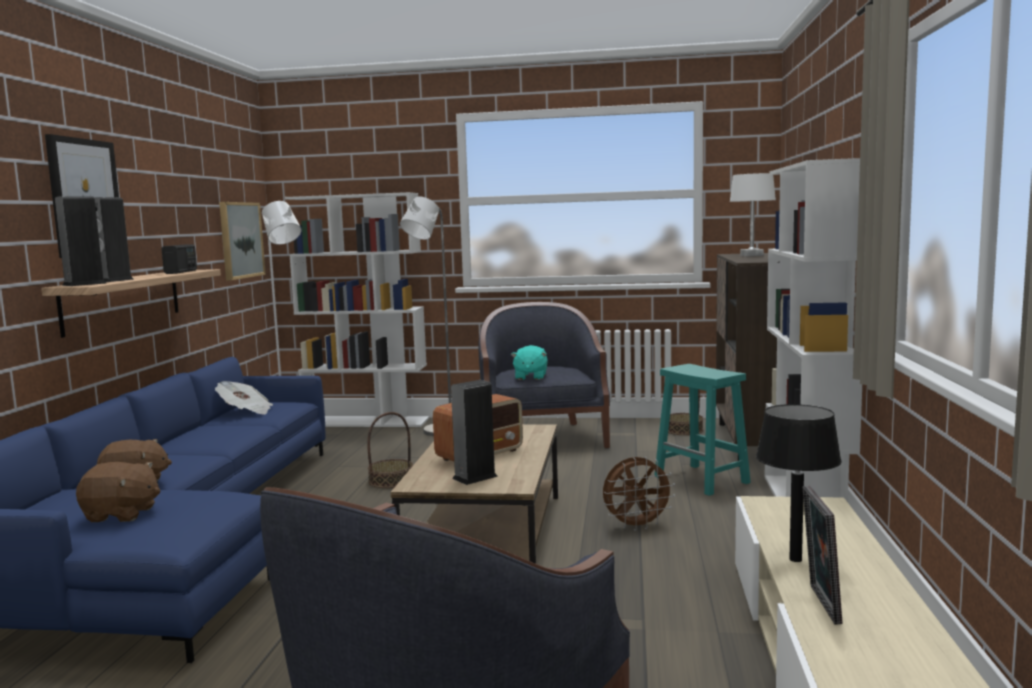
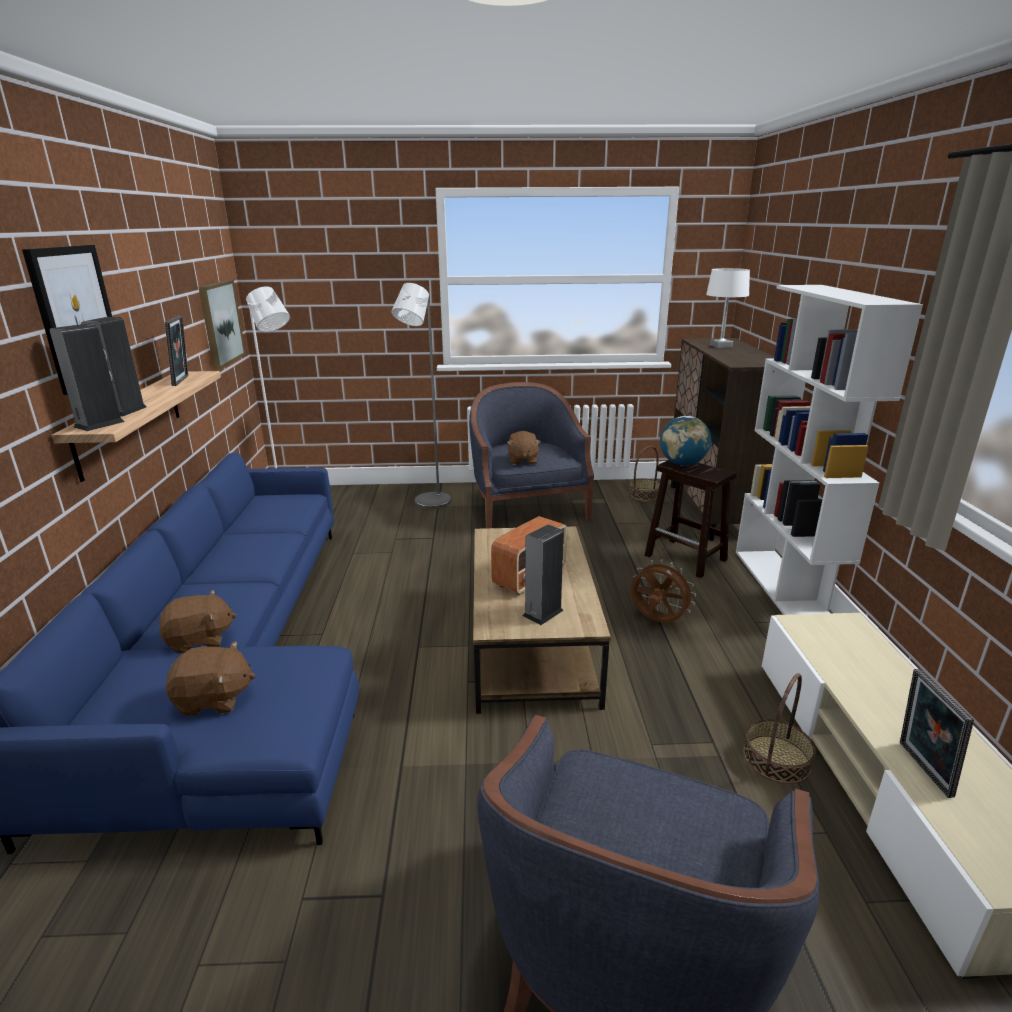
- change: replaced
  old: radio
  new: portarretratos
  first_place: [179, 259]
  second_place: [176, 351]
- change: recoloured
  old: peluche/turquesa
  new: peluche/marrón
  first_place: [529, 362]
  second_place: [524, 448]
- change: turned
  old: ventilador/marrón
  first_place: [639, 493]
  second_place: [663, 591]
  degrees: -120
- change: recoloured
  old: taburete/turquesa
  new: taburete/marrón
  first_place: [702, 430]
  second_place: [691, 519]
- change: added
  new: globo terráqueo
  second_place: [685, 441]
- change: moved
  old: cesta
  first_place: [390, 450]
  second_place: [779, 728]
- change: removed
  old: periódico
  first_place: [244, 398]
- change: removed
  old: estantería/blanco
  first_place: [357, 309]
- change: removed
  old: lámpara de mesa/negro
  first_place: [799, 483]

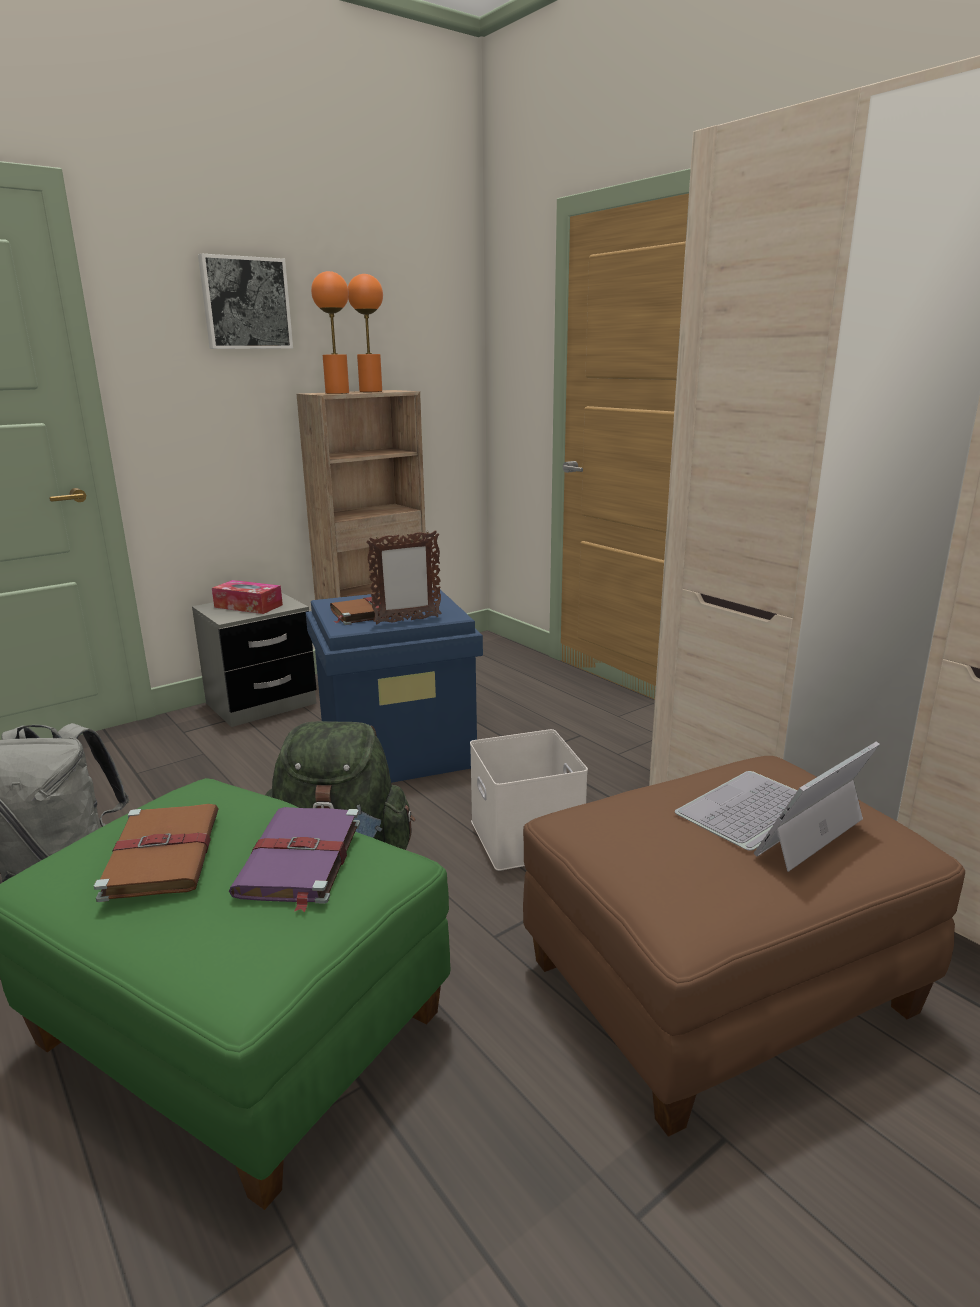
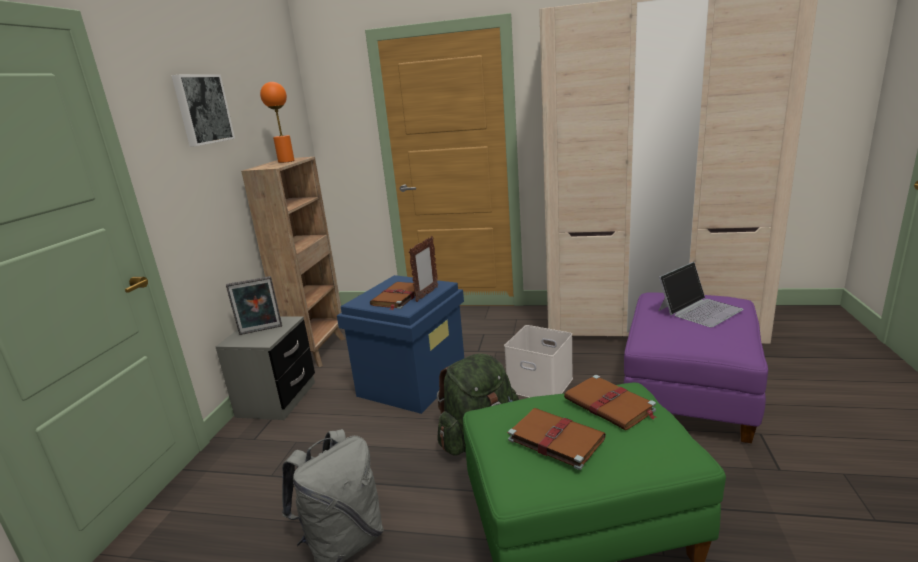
- change: replaced
  old: caja de pañuelos
  new: portarretratos
  first_place: [247, 597]
  second_place: [254, 305]
- change: recoloured
  old: libro/morado
  new: libro/marrón
  first_place: [294, 859]
  second_place: [610, 402]
- change: recoloured
  old: puf/marrón
  new: puf/morado
  first_place: [744, 946]
  second_place: [696, 367]
- change: turned
  old: portátil
  first_place: [777, 806]
  second_place: [700, 294]
  degrees: -135
- change: removed
  old: lámpara de mesa/naranja
  first_place: [330, 332]

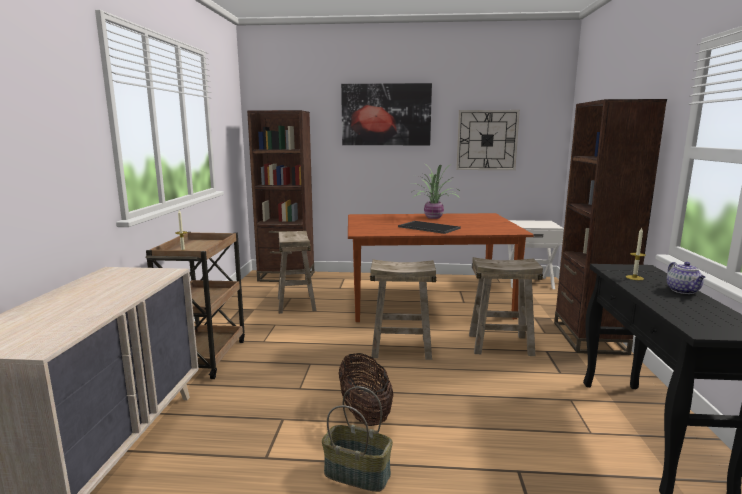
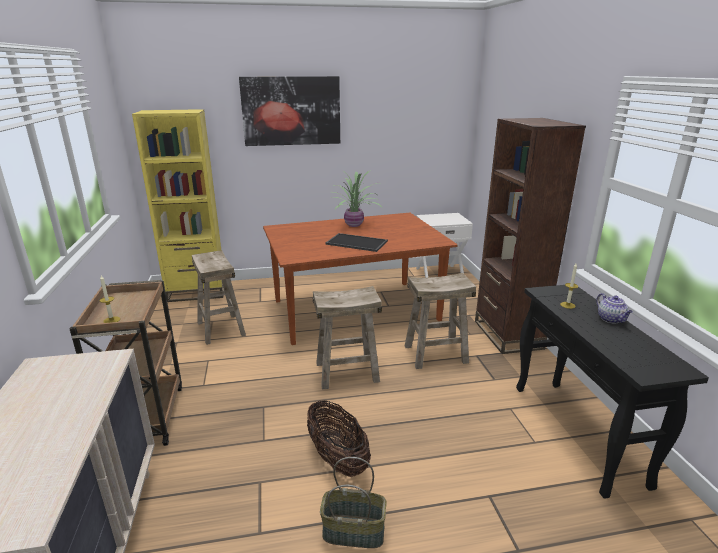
- change: recoloured
  old: estantería/marrón
  new: estantería/amarillo
  first_place: [280, 196]
  second_place: [178, 205]
- change: removed
  old: reloj de pared
  first_place: [488, 140]

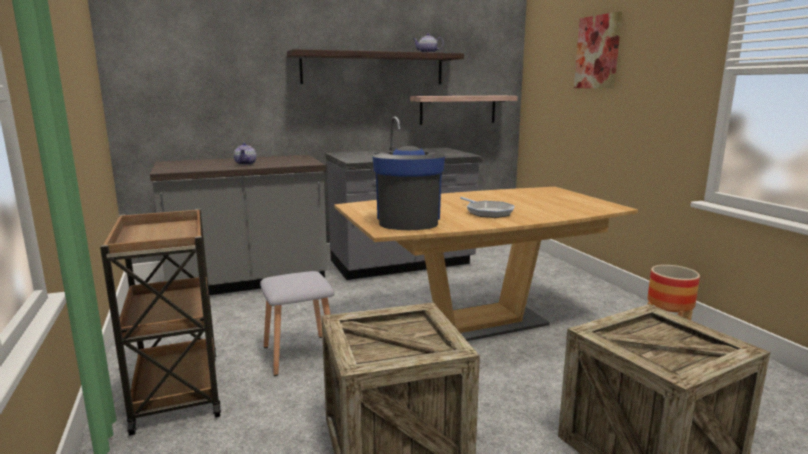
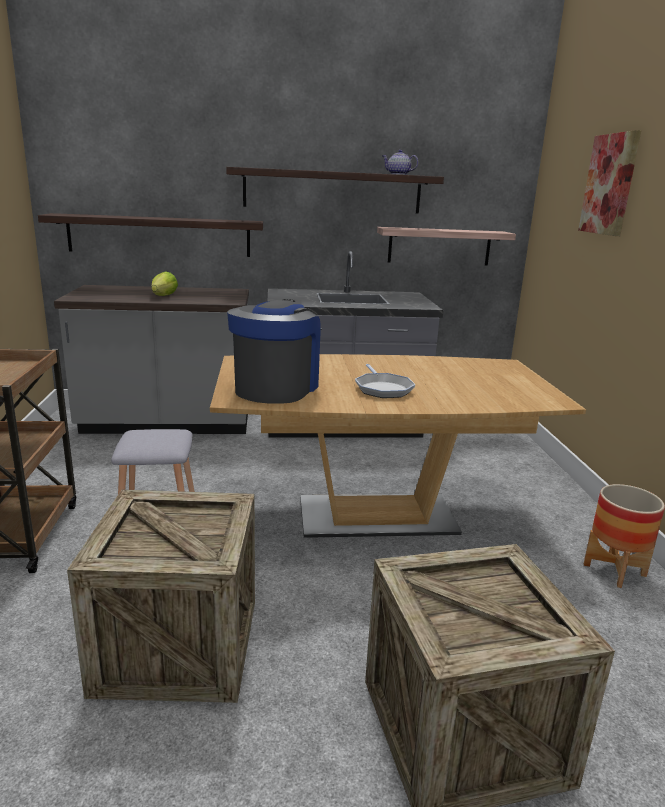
- change: added
  new: estante
  second_place: [150, 235]
- change: replaced
  old: tetera
  new: lechuga
  first_place: [245, 154]
  second_place: [164, 284]

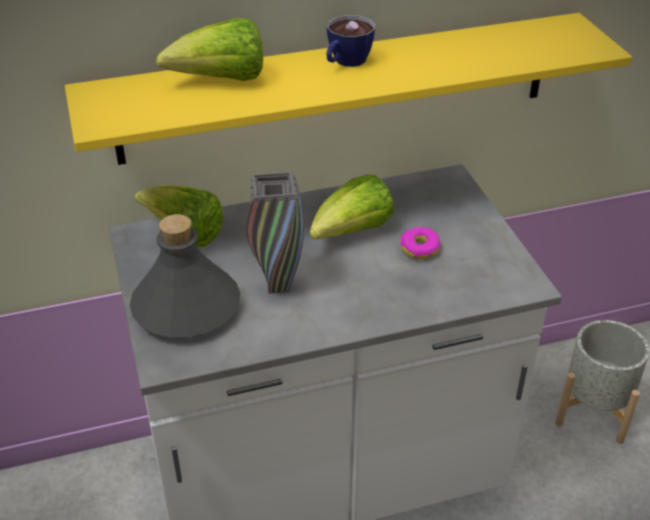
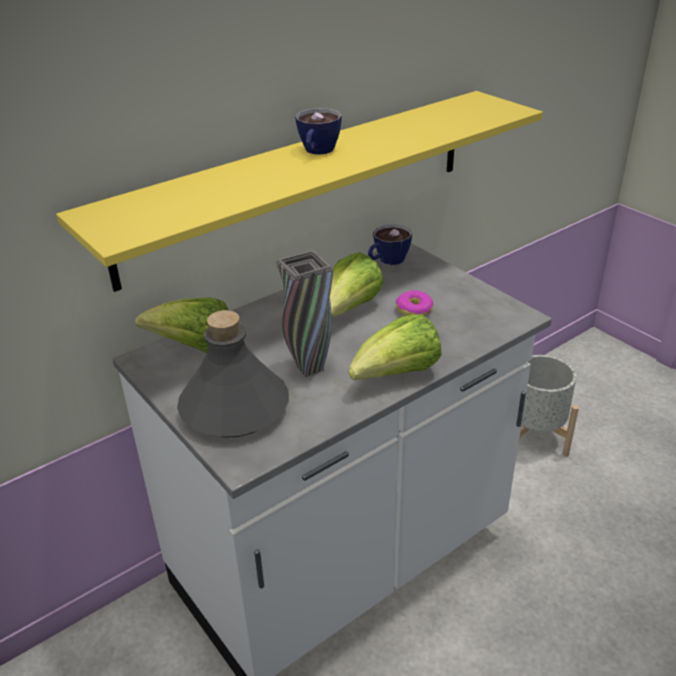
- change: moved
  old: lechuga
  first_place: [209, 49]
  second_place: [395, 347]
- change: added
  new: taza
  second_place: [390, 244]

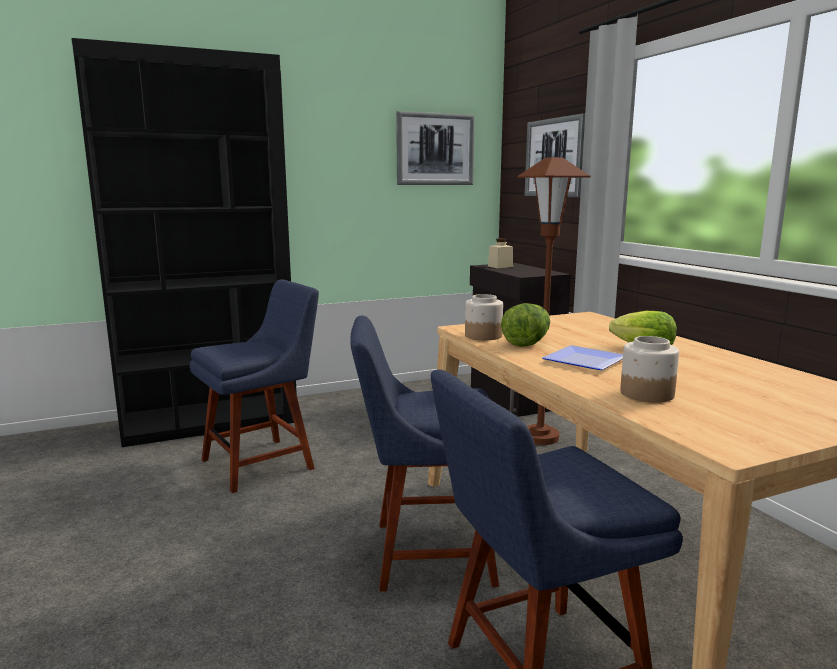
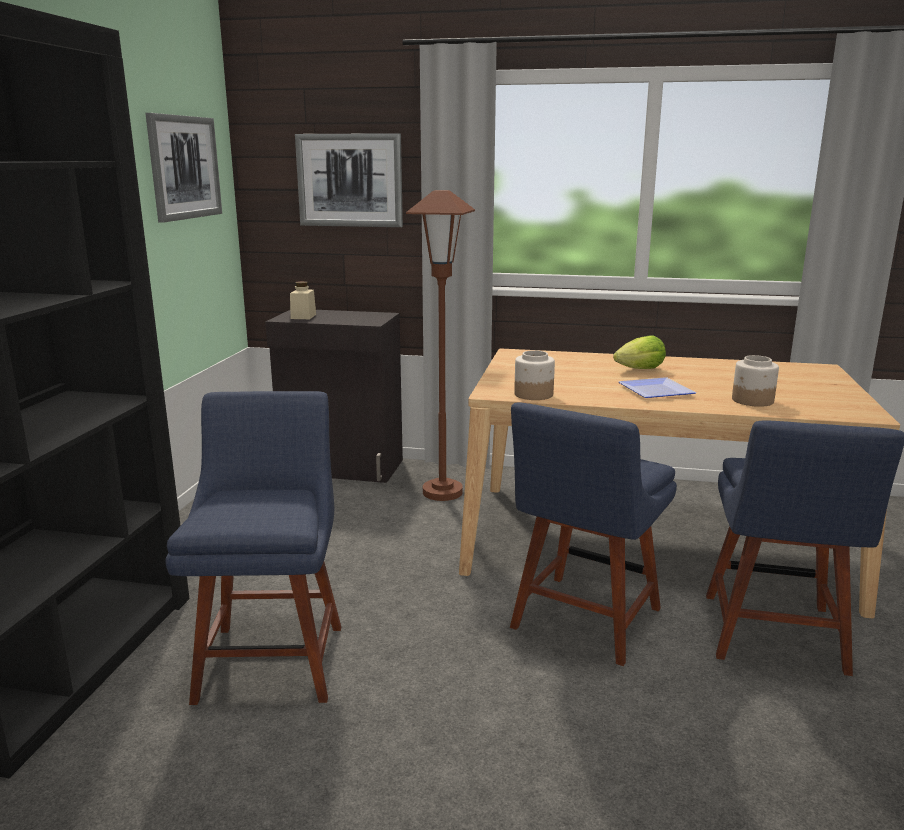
- change: removed
  old: lechuga
  first_place: [525, 325]

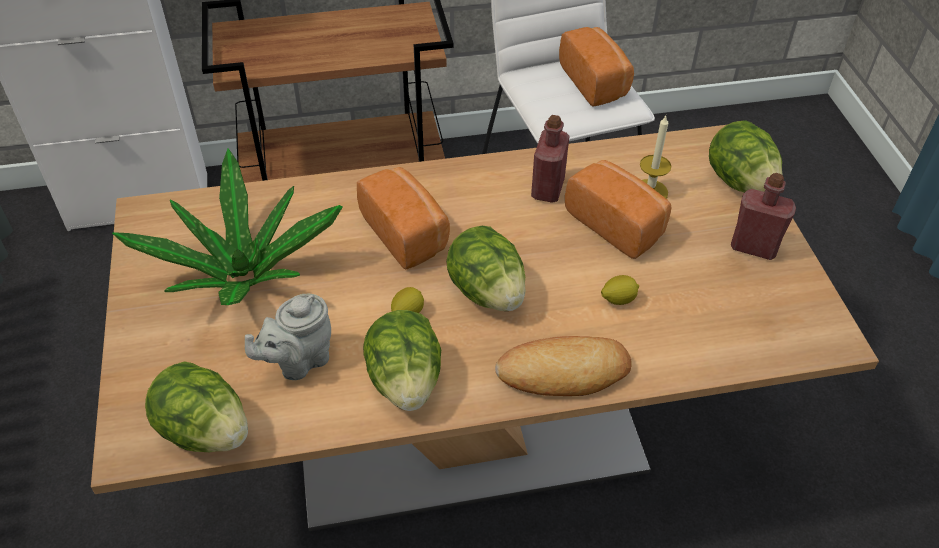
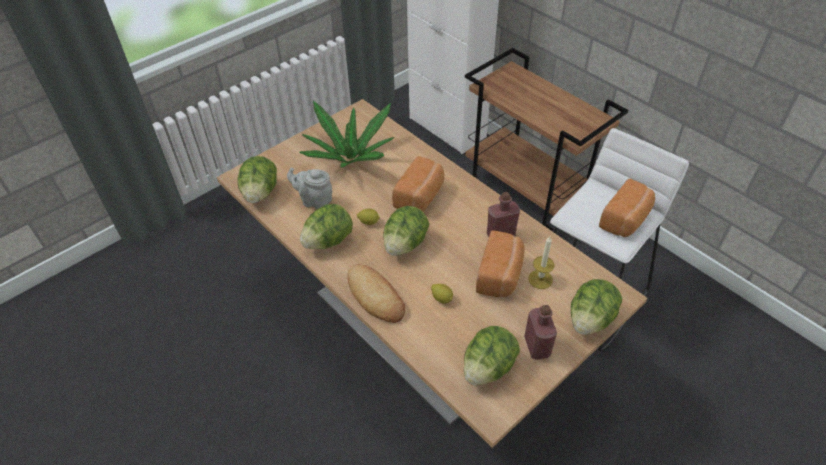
- change: added
  new: lechuga
  second_place: [492, 355]

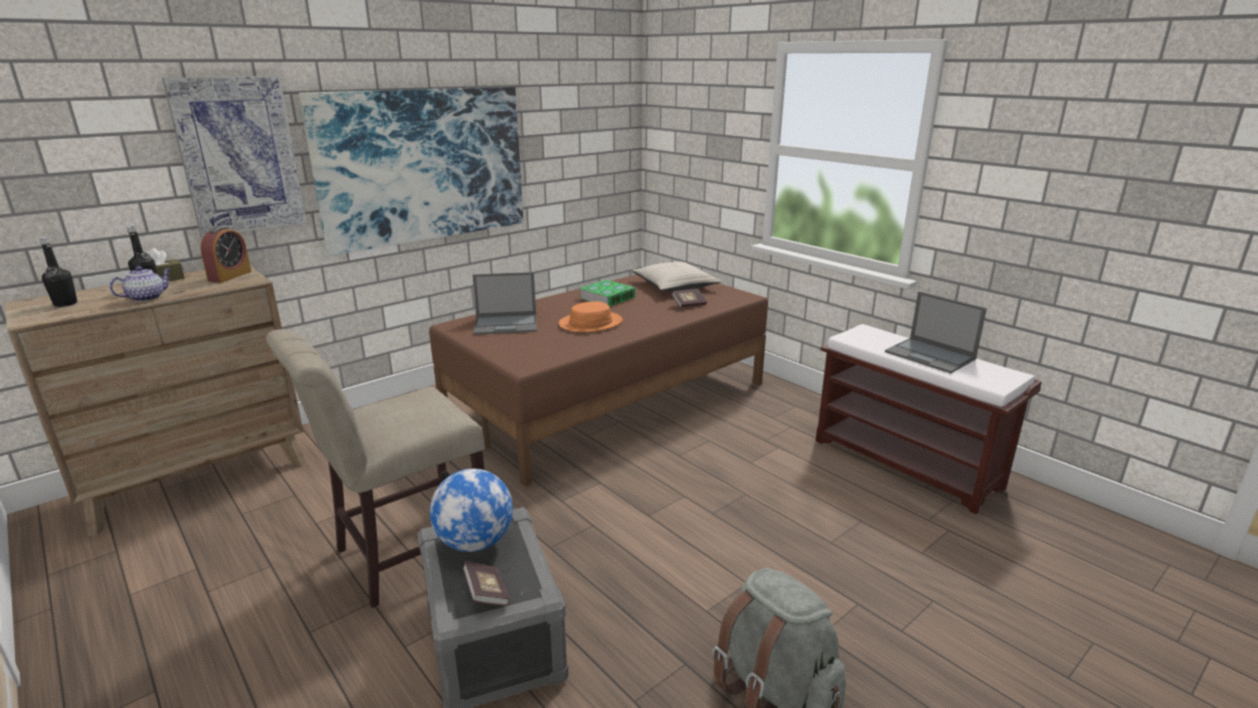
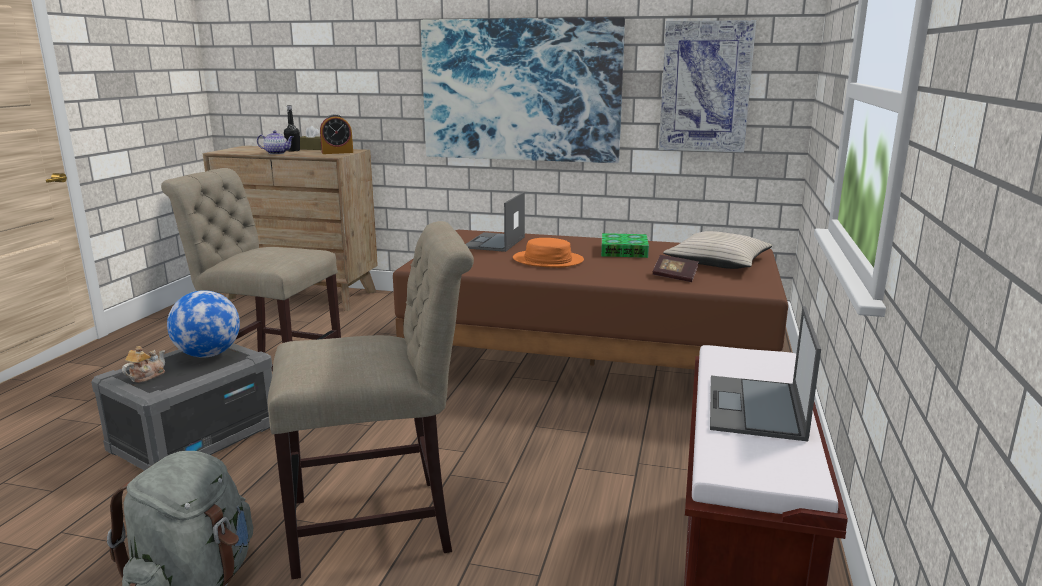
- change: replaced
  old: libro
  new: tetera
  first_place: [486, 583]
  second_place: [143, 364]
- change: added
  new: silla/beis
  second_place: [370, 400]
- change: turned
  old: portátil
  first_place: [505, 303]
  second_place: [495, 222]
  degrees: 60
- change: moved
  old: cuadro
  first_place: [234, 157]
  second_place: [707, 86]
- change: removed
  old: botella/negro
  first_place: [58, 272]

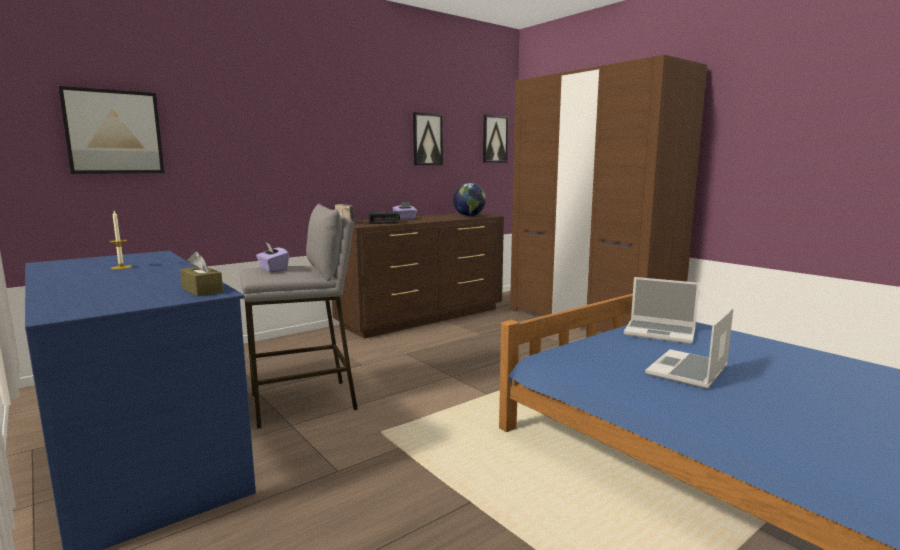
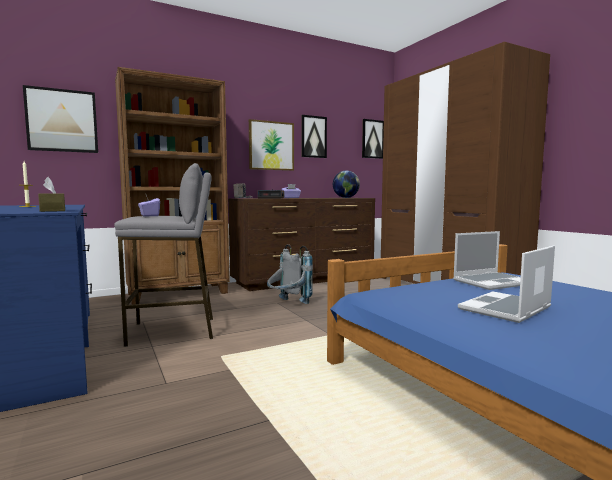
- change: added
  new: estantería/marrón
  second_place: [172, 186]
- change: added
  new: cuadro
  second_place: [271, 145]
- change: added
  new: mochila/gris
  second_place: [290, 274]
- change: turned
  old: portátil
  first_place: [662, 310]
  second_place: [487, 260]
  degrees: -60

